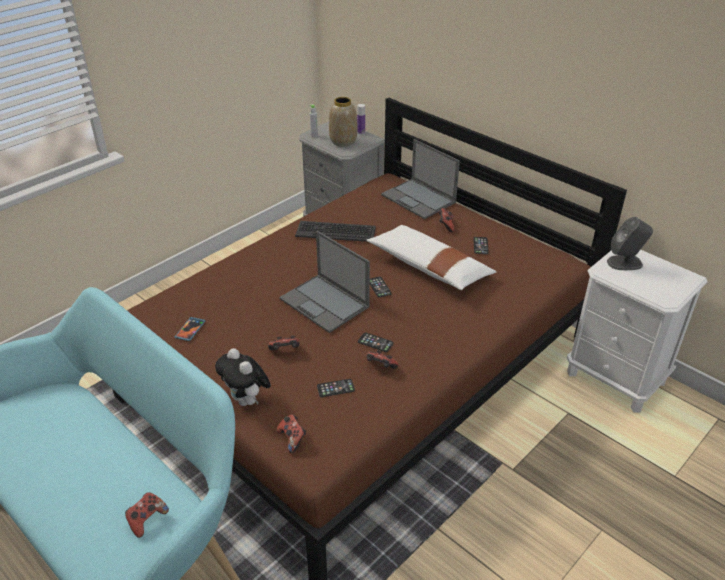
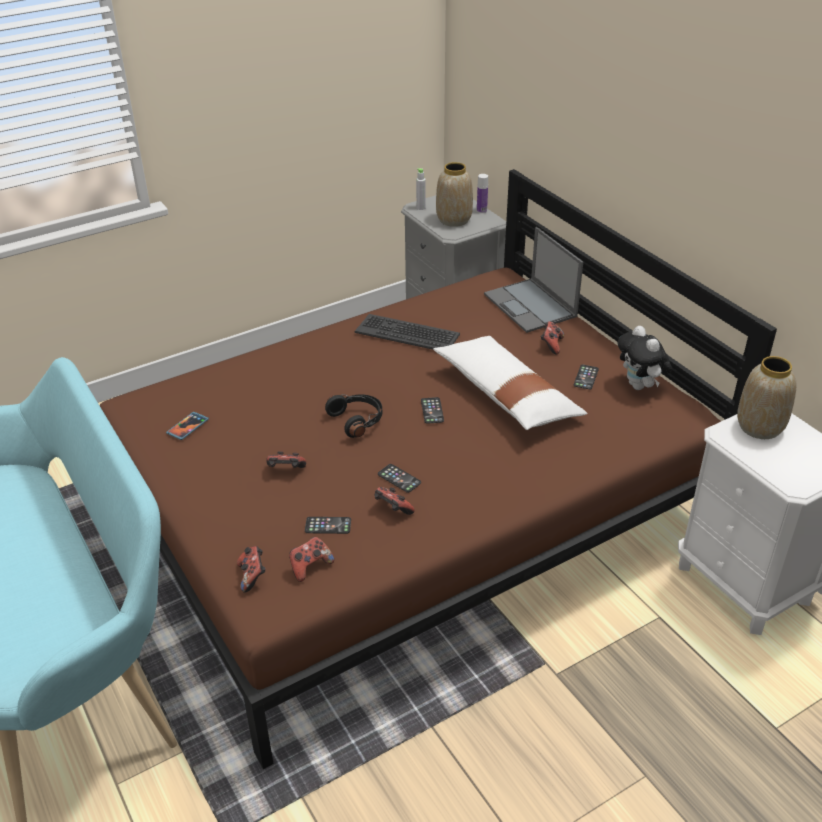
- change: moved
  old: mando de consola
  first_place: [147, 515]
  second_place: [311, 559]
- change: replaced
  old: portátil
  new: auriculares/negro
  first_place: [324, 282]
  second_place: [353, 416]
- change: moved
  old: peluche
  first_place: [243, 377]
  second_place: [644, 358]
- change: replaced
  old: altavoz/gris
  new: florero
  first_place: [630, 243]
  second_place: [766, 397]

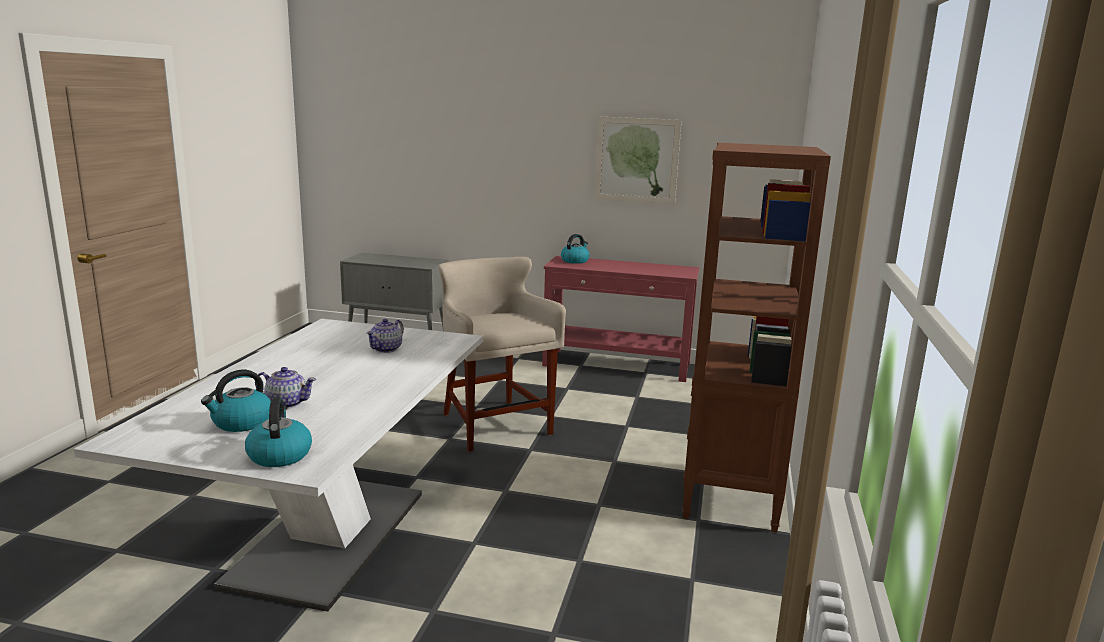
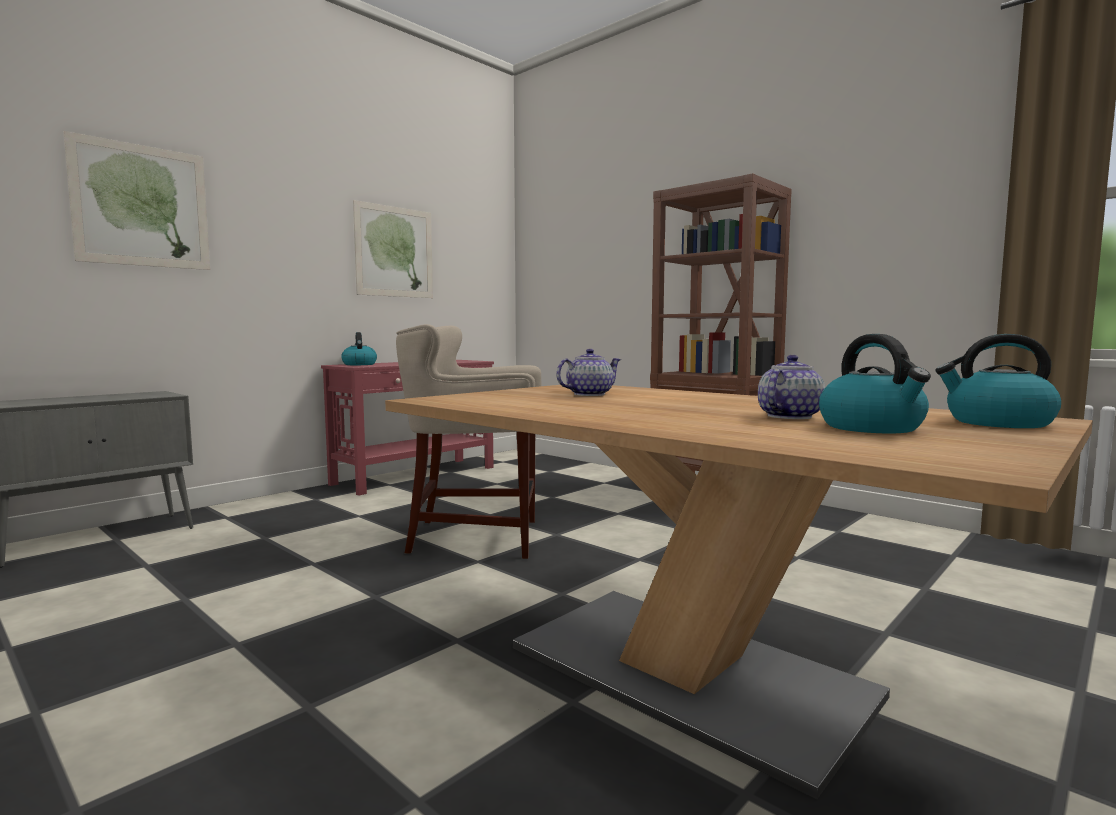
- change: added
  new: cuadro
  second_place: [136, 200]
- change: recoloured
  old: mesa de comedor/blanco
  new: mesa de comedor/marrón
  first_place: [278, 465]
  second_place: [739, 591]
- change: turned
  old: tetera
  first_place: [385, 336]
  second_place: [588, 372]
  degrees: -90

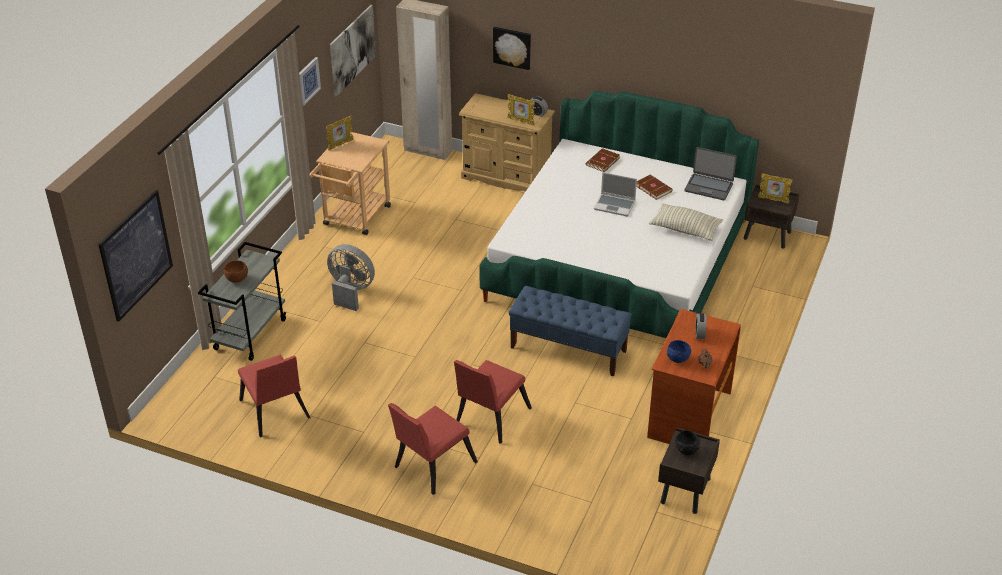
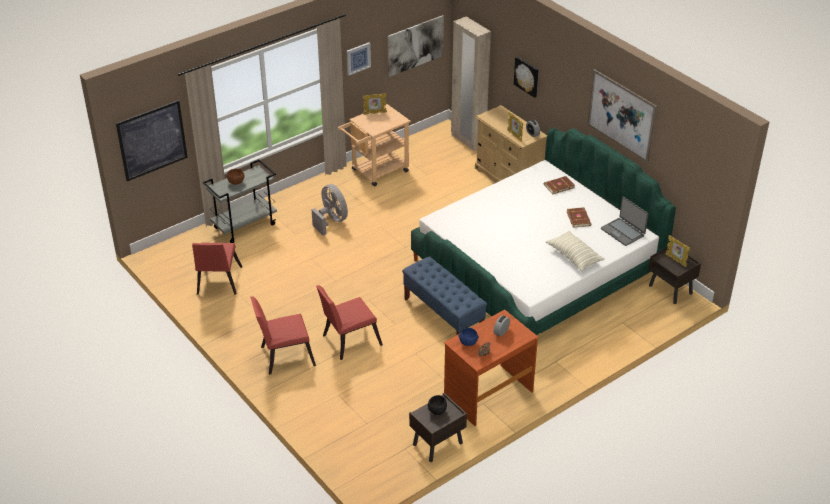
- change: added
  new: cuadro
  second_place: [622, 116]
- change: removed
  old: portátil
  first_place: [615, 194]

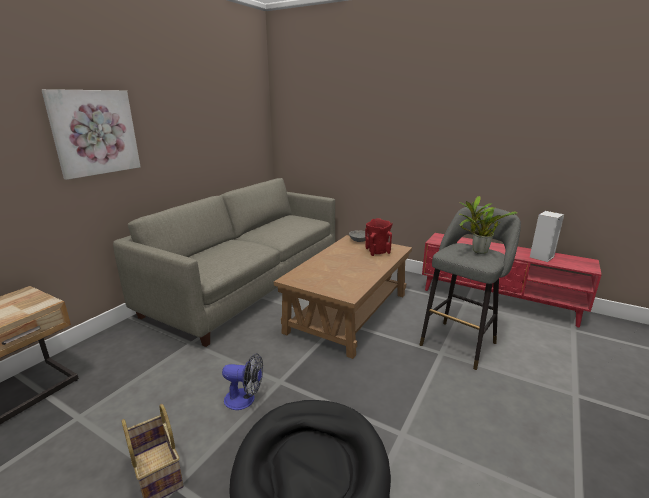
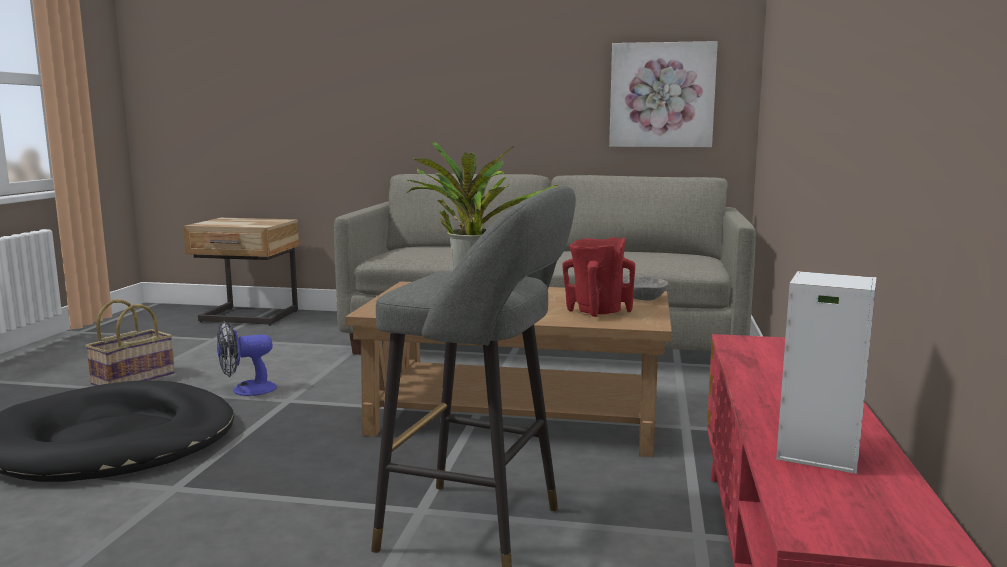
- change: turned
  old: ventilador
  first_place: [242, 381]
  second_place: [247, 358]
  degrees: 75
- change: moved
  old: cuadro
  first_place: [91, 134]
  second_place: [663, 94]

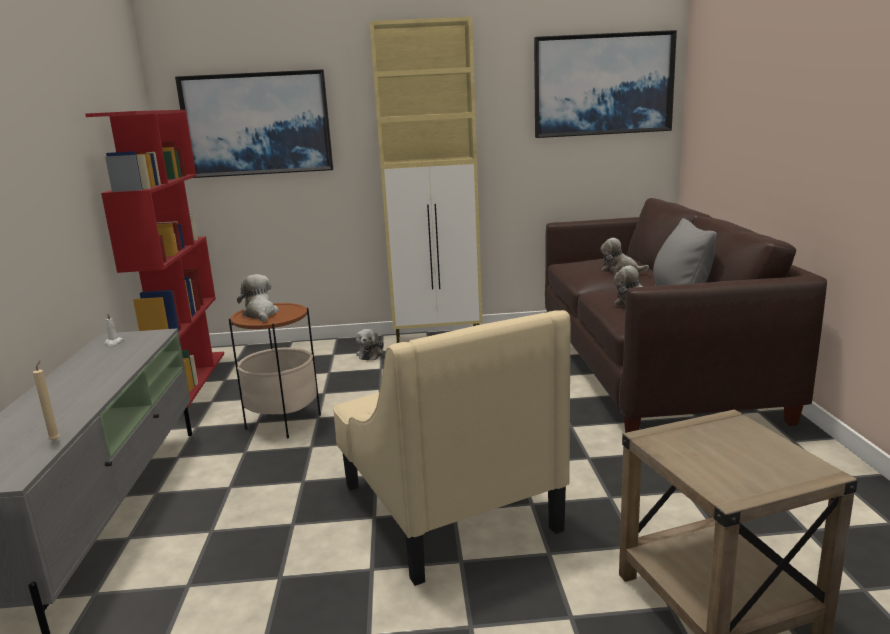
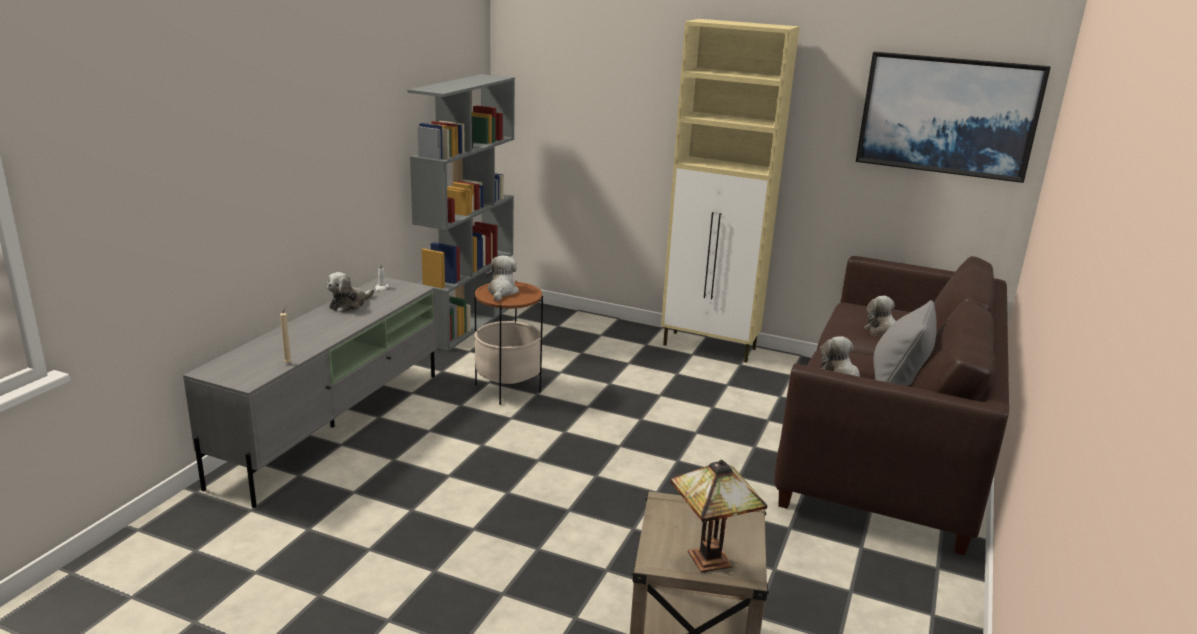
- change: moved
  old: peluche
  first_place: [370, 344]
  second_place: [350, 292]
- change: recoloured
  old: estantería/rojo
  new: estantería/gris
  first_place: [154, 258]
  second_place: [461, 212]
- change: added
  new: lámpara de mesa
  second_place: [718, 516]
- change: removed
  old: cuadro
  first_place: [254, 123]
- change: removed
  old: sillón/beis
  first_place: [451, 448]

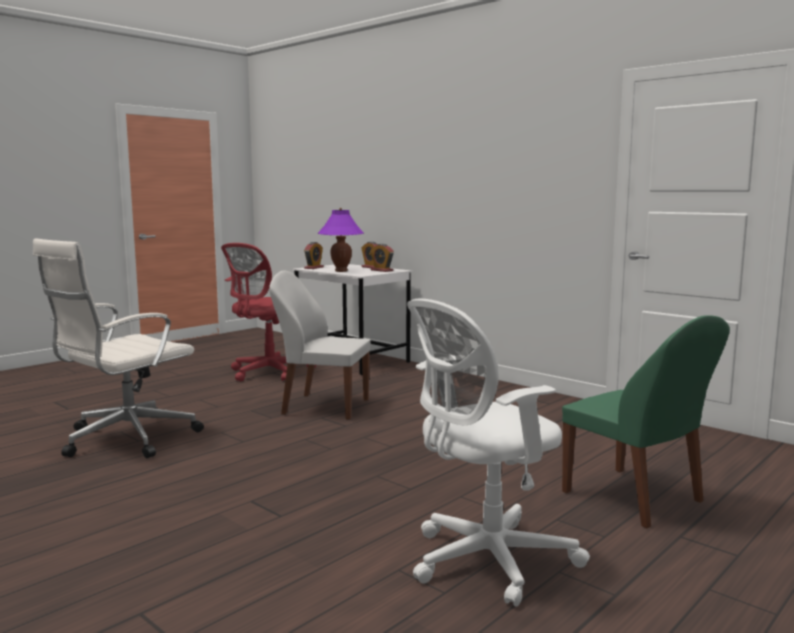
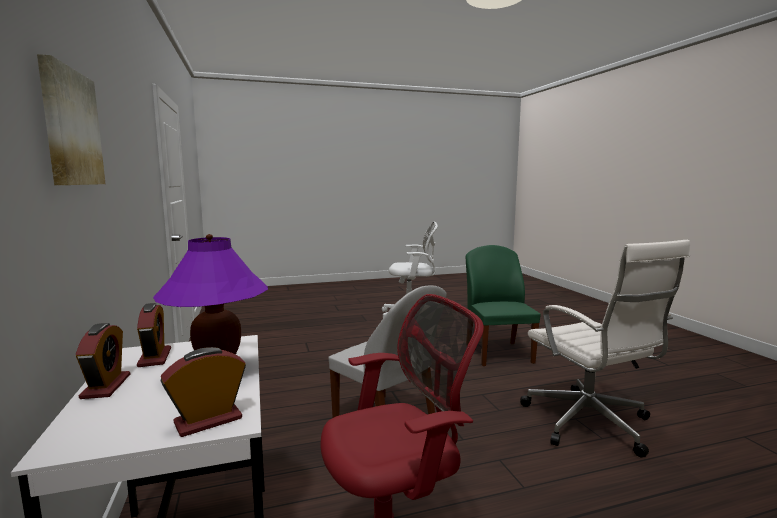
- change: added
  new: cuadro
  second_place: [71, 119]
- change: moved
  old: silla/verde
  first_place: [646, 421]
  second_place: [503, 305]
- change: turned
  old: silla de oficina/blanco
  first_place: [118, 348]
  second_place: [605, 348]
  degrees: 90

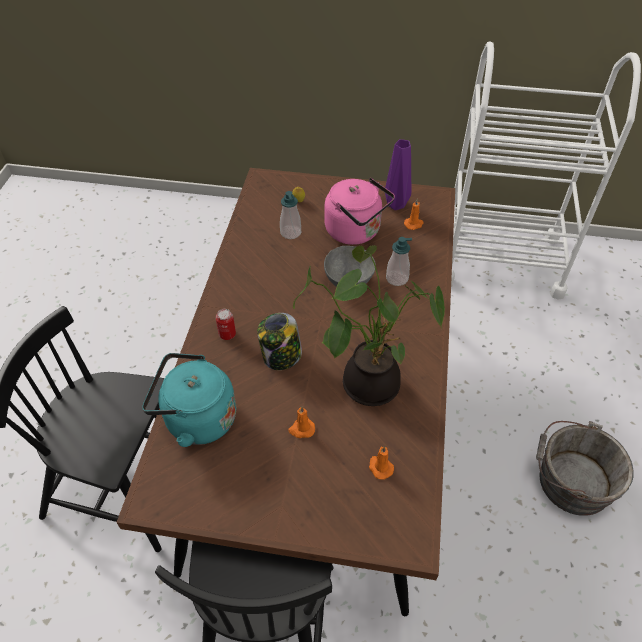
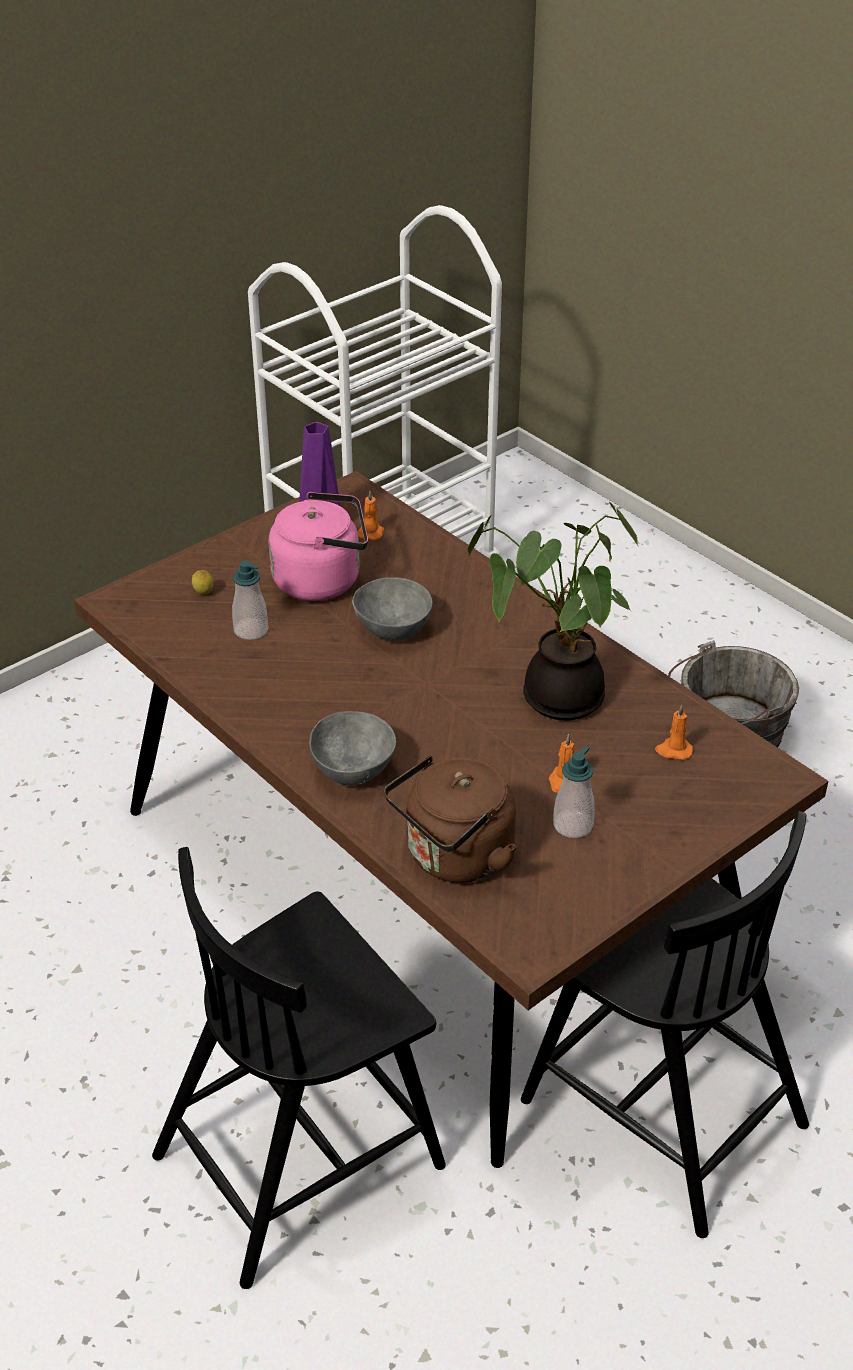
- change: replaced
  old: lata
  new: cuenco/gris
  first_place: [226, 324]
  second_place: [352, 748]
- change: recoloured
  old: hervidor/turquesa
  new: hervidor/marrón
  first_place: [189, 400]
  second_place: [450, 819]
- change: moved
  old: dispensador de jabón
  first_place: [399, 261]
  second_place: [573, 792]
- change: removed
  old: tarro
  first_place: [279, 341]

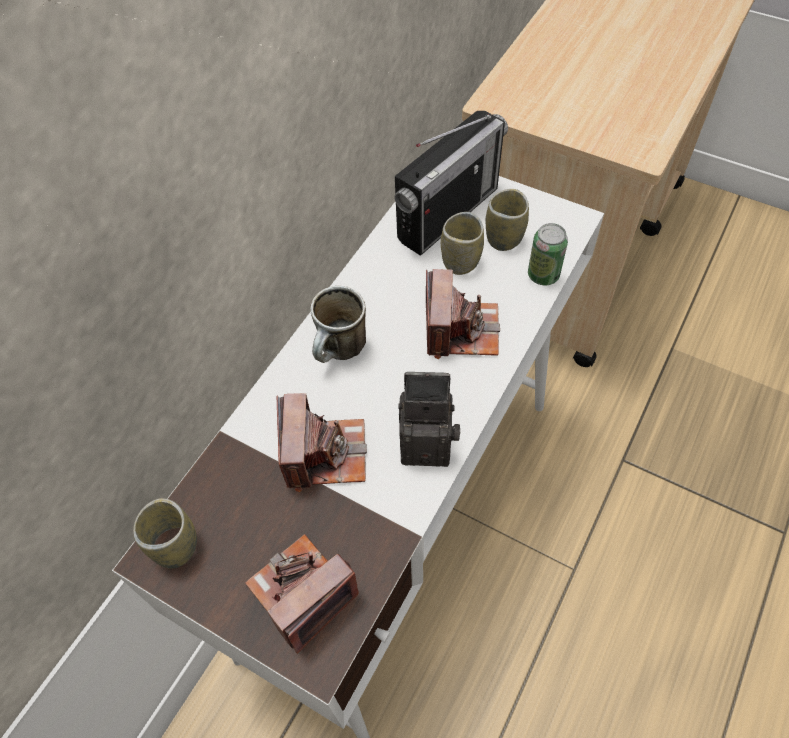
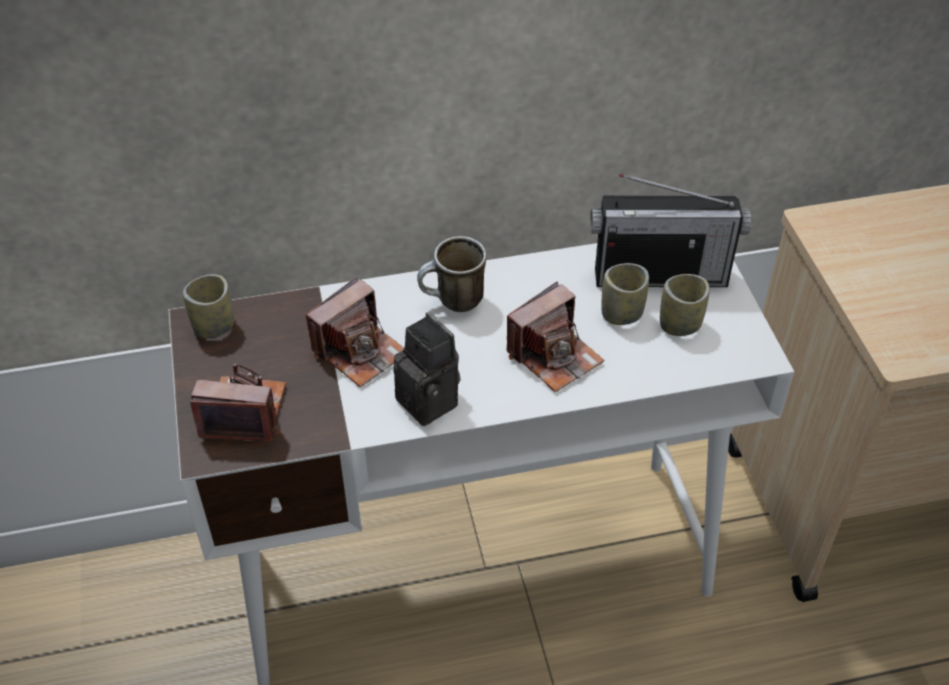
- change: removed
  old: lata
  first_place: [548, 254]

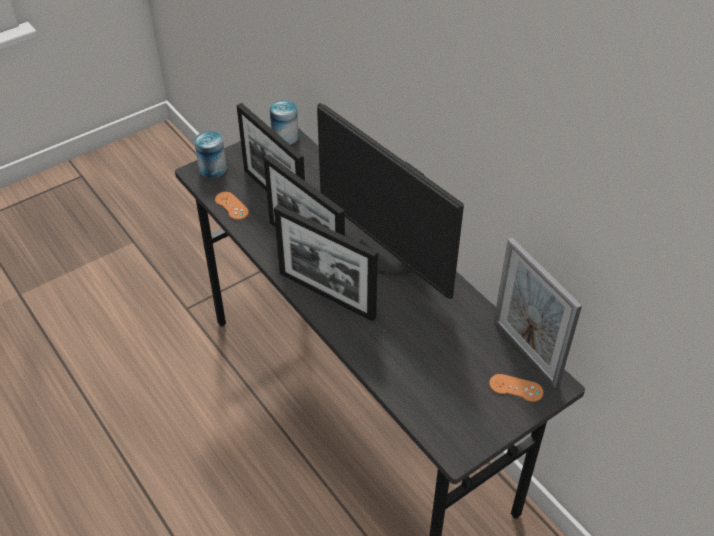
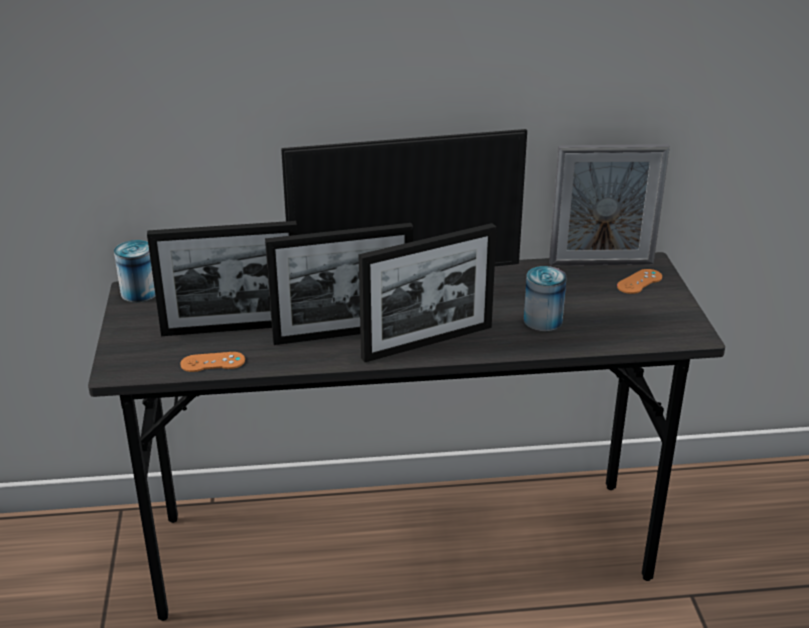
- change: moved
  old: lata
  first_place: [210, 154]
  second_place: [545, 298]

